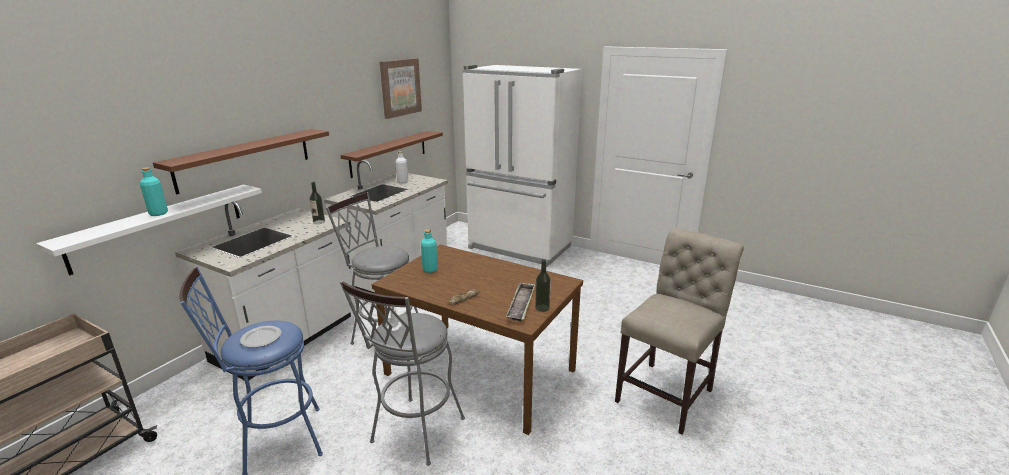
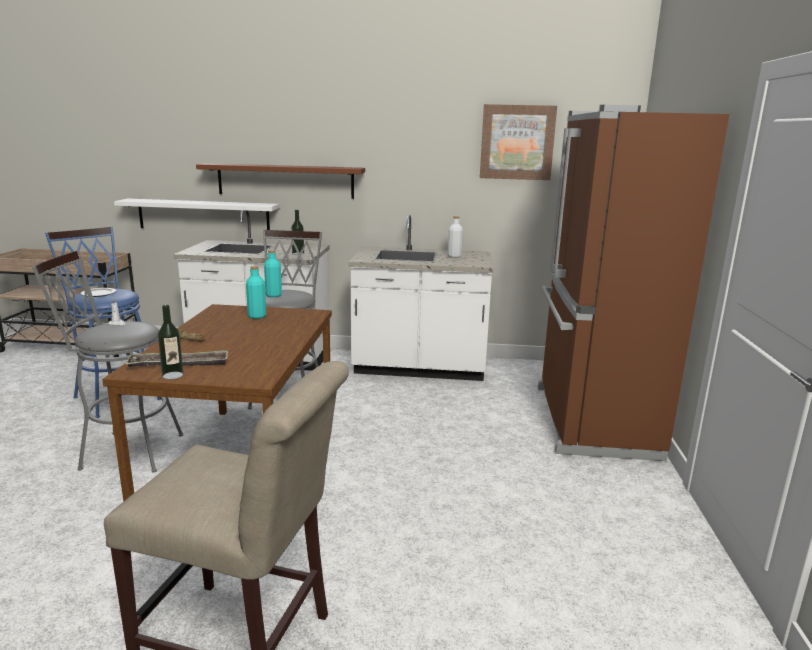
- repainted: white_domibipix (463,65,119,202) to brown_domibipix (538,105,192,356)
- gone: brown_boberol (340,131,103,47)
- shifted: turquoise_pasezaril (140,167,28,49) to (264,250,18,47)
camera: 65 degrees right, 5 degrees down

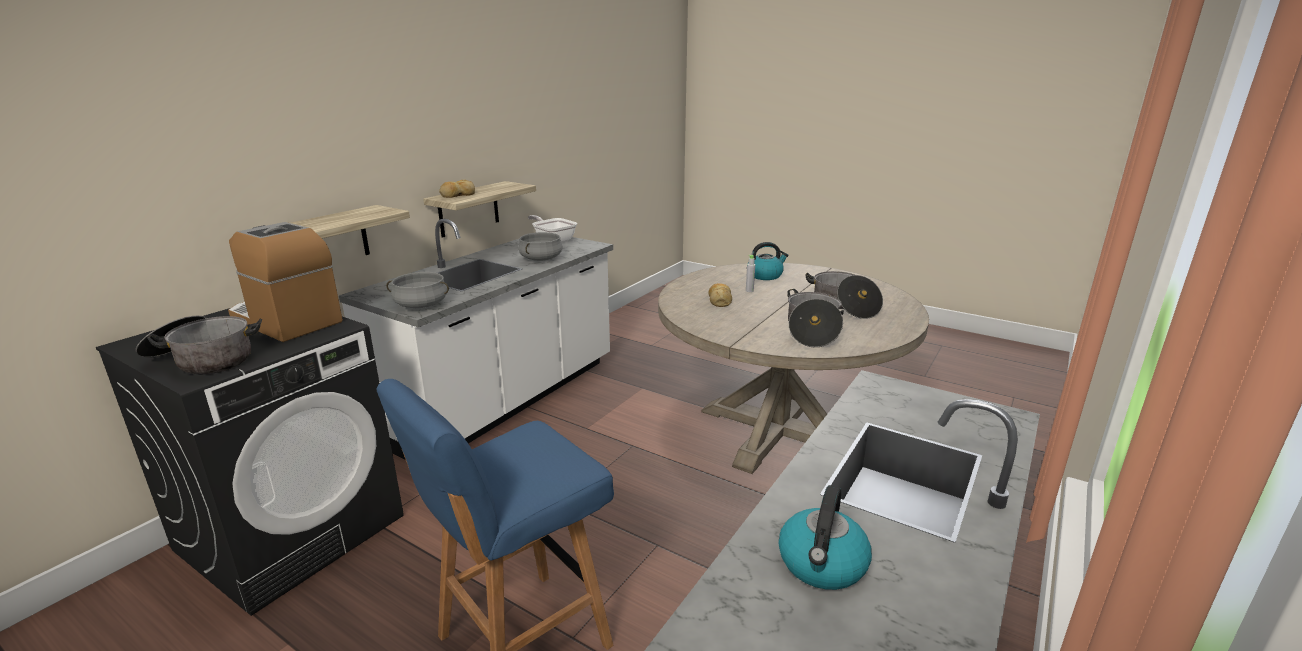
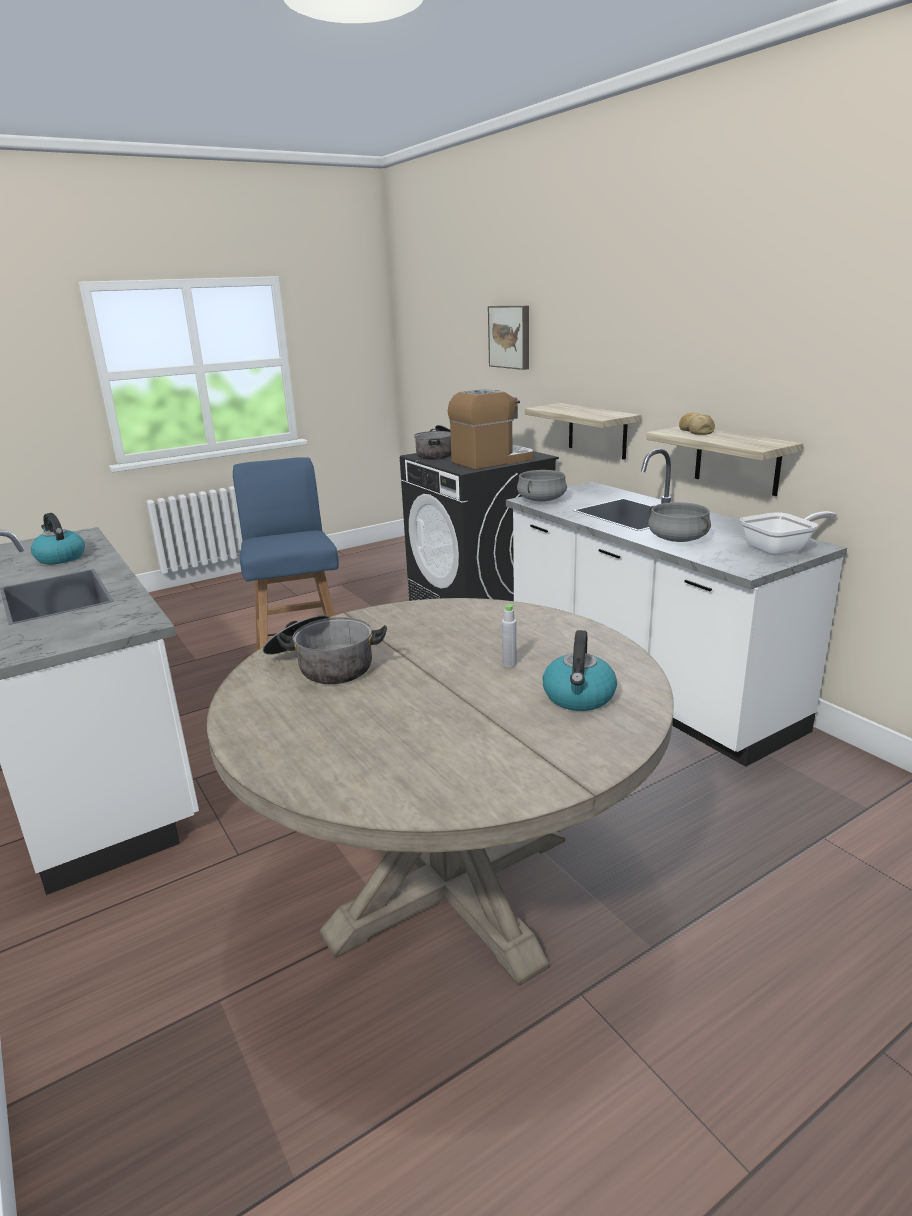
- gone: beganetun (805,271,78,48)
- gone: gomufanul (709,283,23,24)
- new: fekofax (488,306,41,64)
camera: 115 degrees right, 0 degrees up

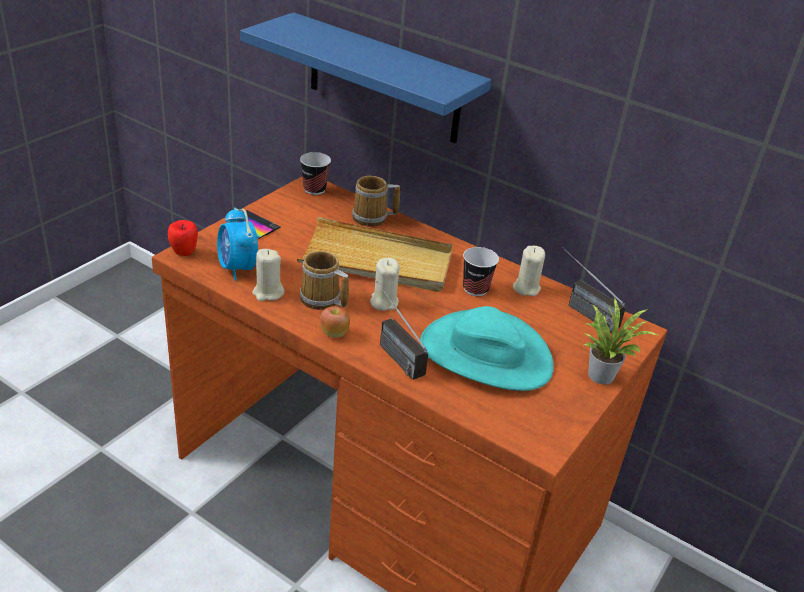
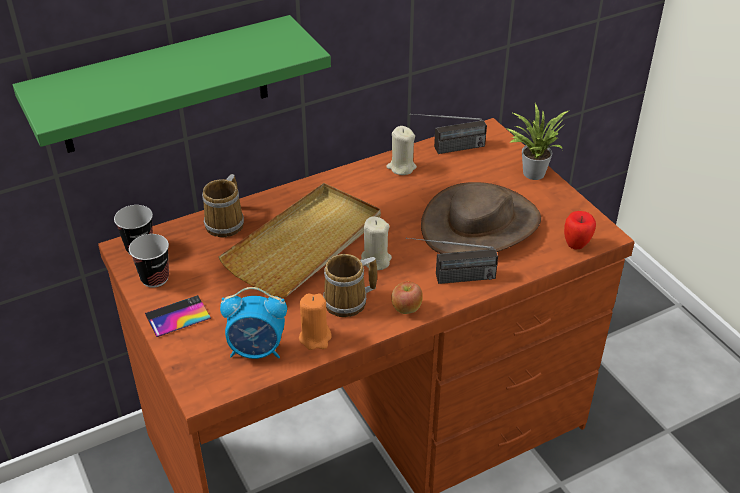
- repainted: blue_boberol (240,12,251,131) to green_boberol (13,15,318,138)
- shifted: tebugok (168,220,30,36) to (564,211,32,39)
- shifted: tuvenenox (463,247,36,49) to (129,234,40,54)
- repainted: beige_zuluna (252,249,32,52) to orange_zuluna (299,293,33,57)
- repainted: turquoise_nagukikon (420,306,134,85) to brown_nagukikon (421,182,120,72)
camera: 60 degrees left, 5 degrees up

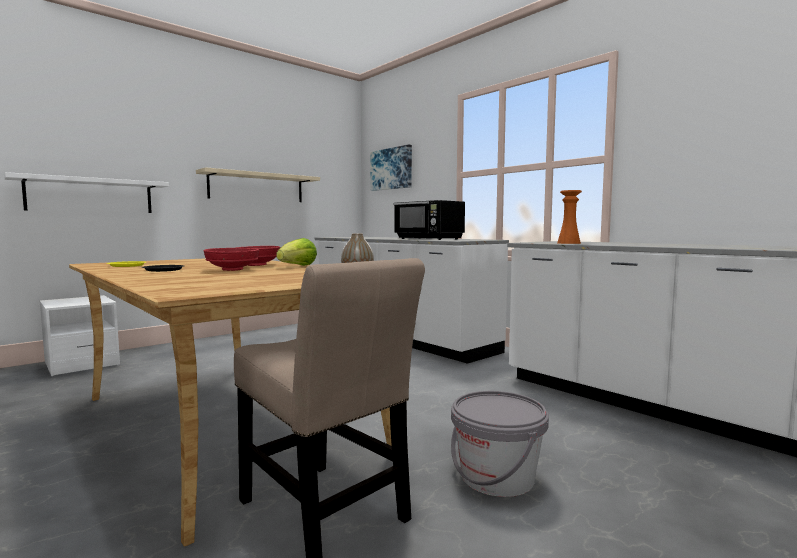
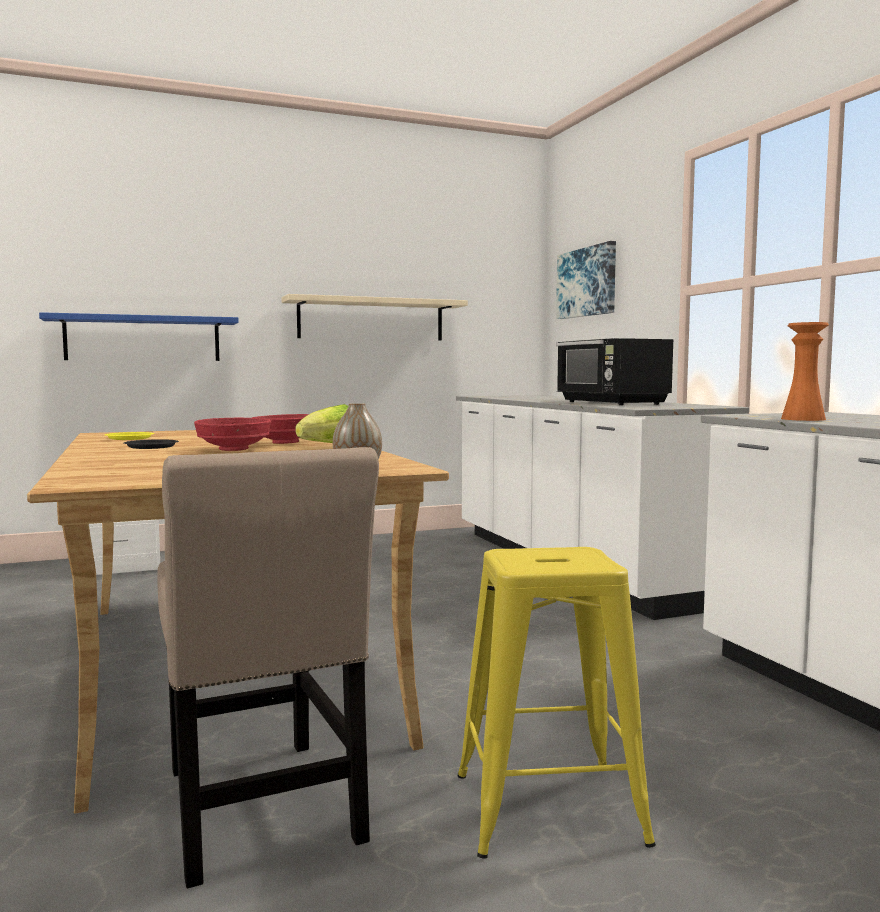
- repainted: white_boberol (4,172,165,41) to blue_boberol (39,312,200,49)
- swapped: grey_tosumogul (451,391,98,106) to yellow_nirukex (457,547,199,311)
camera: 20 degrees right, 0 degrees up

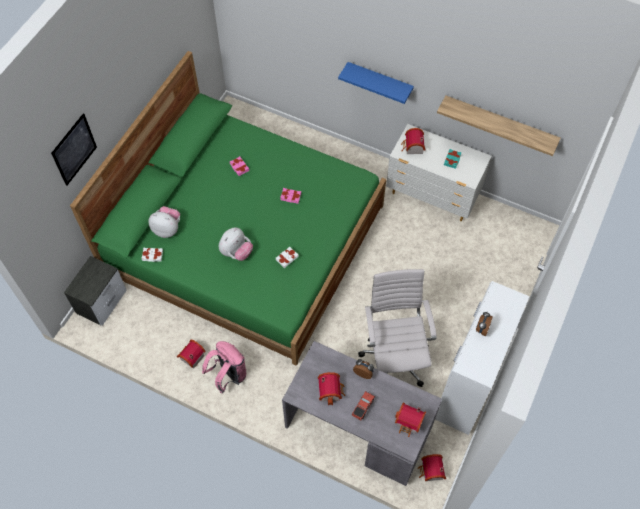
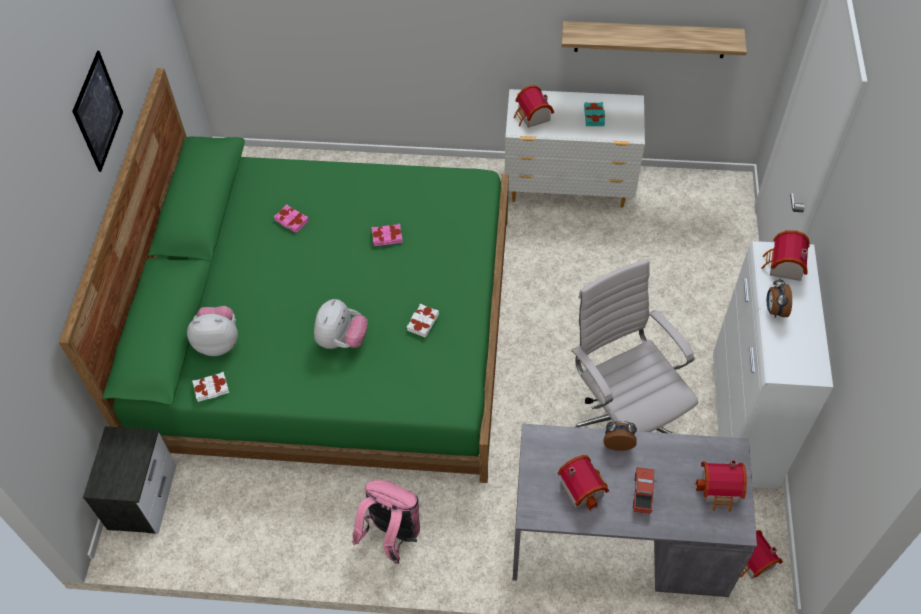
- gone: blue_boberol (338,62,76,42)
- shifted: fekofax (51,114,46,72) to (72,51,51,121)
- shifted: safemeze (177,340,29,29) to (761,230,49,51)
camera: 20 degrees left, 5 degrees down

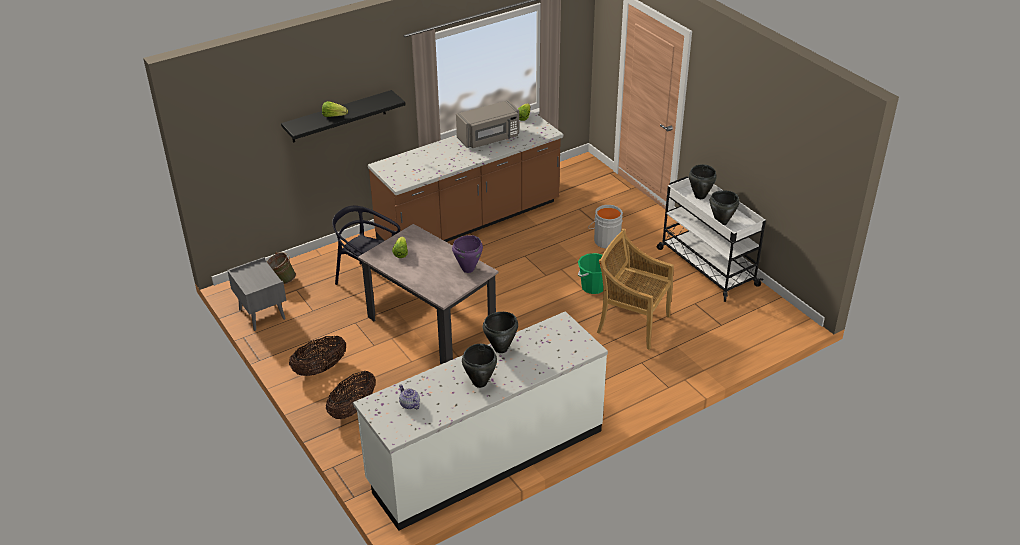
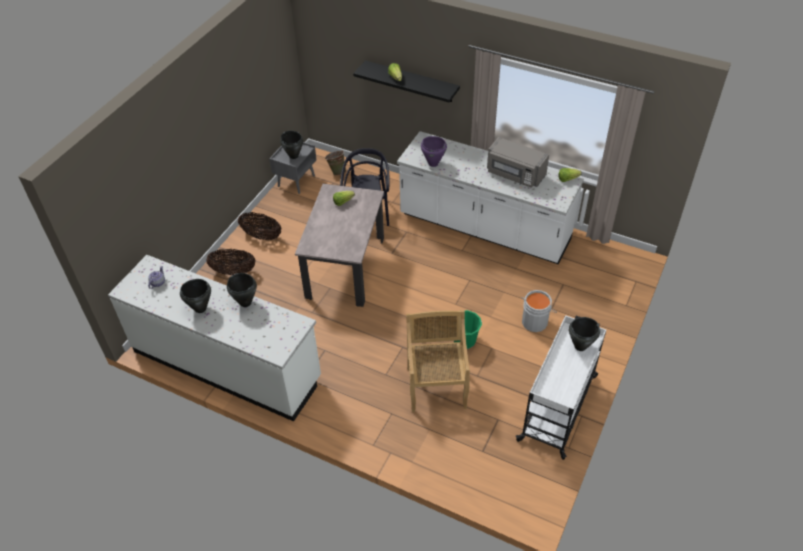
- repainted: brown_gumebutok (368,110,195,132) to white_gumebutok (397,131,187,134)
- shifted: black_beganetun (710,190,29,35) to (280,131,23,28)
- shifted: purple_beganetun (452,235,31,38) to (421,136,26,31)
camera: 60 degrees right, 10 degrees up

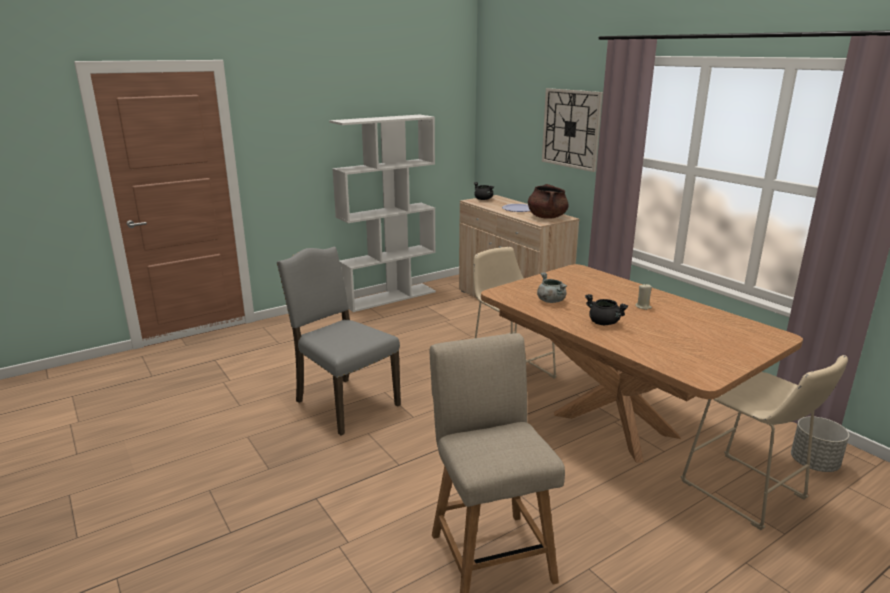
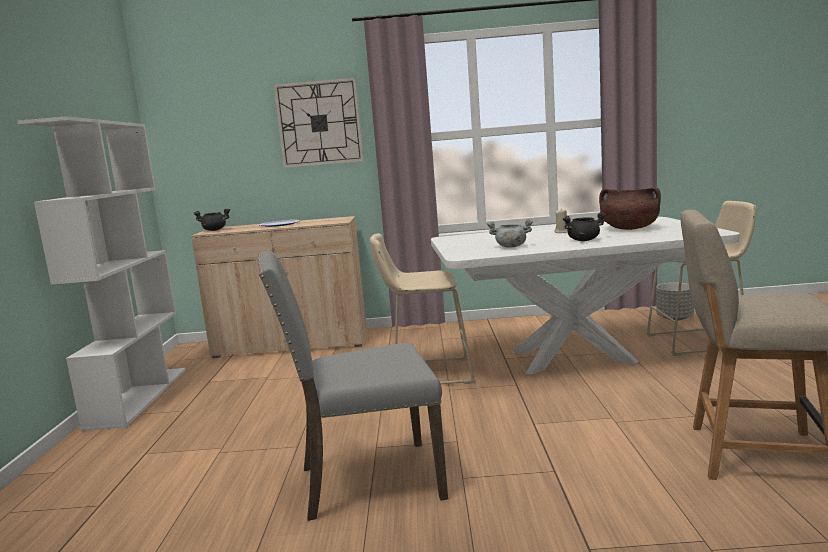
- shifted: brown_beganetun (528,184,41,35) to (599,187,62,43)
- repainted: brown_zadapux (481,264,322,199) to white_zadapux (431,217,309,158)
camera: 55 degrees left, 10 degrees down

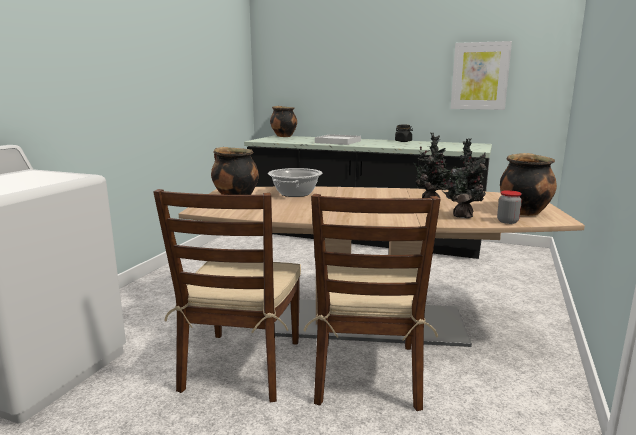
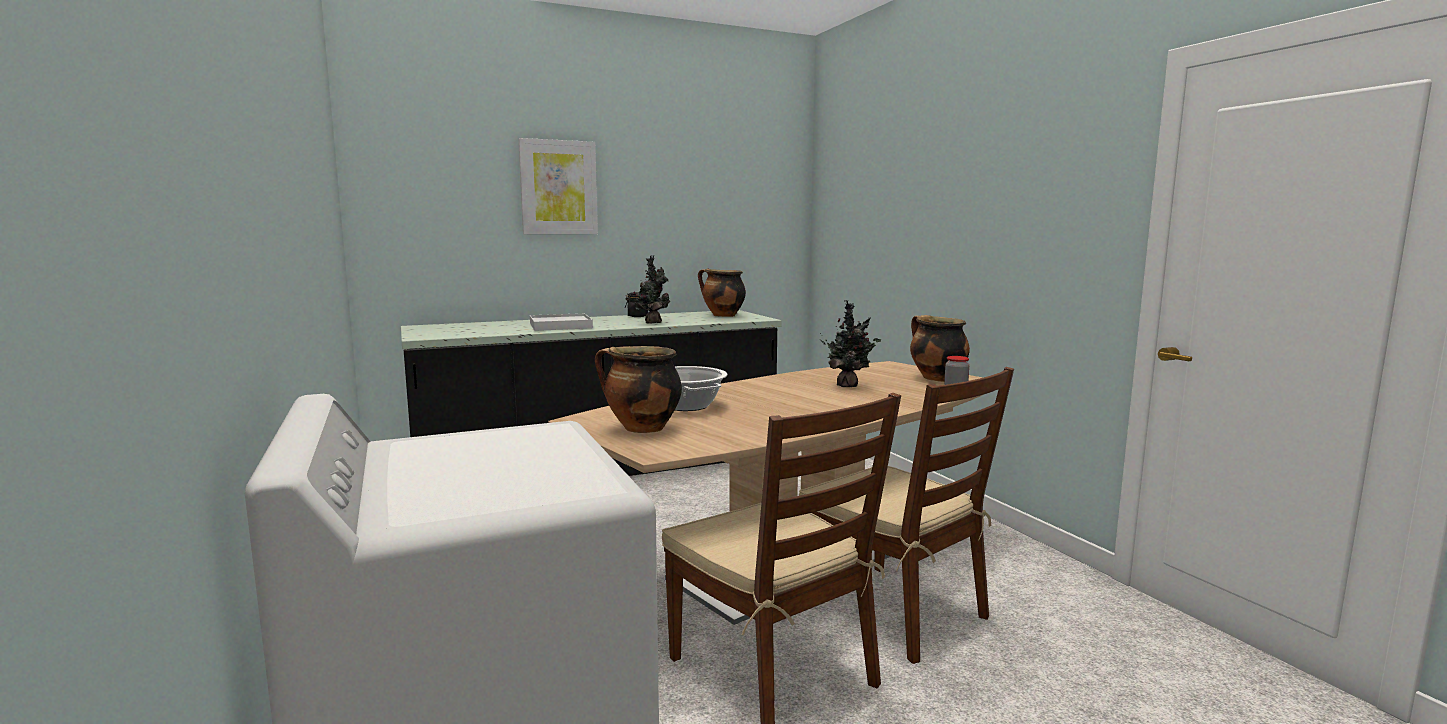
- shifted: fekofax (451,41,61,69) to (519,138,79,96)
- shifted: beganetun (270,106,27,31) to (698,269,48,48)
- shifted: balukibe (443,139,45,79) to (633,255,37,69)
camera: 45 degrees left, 5 degrees down

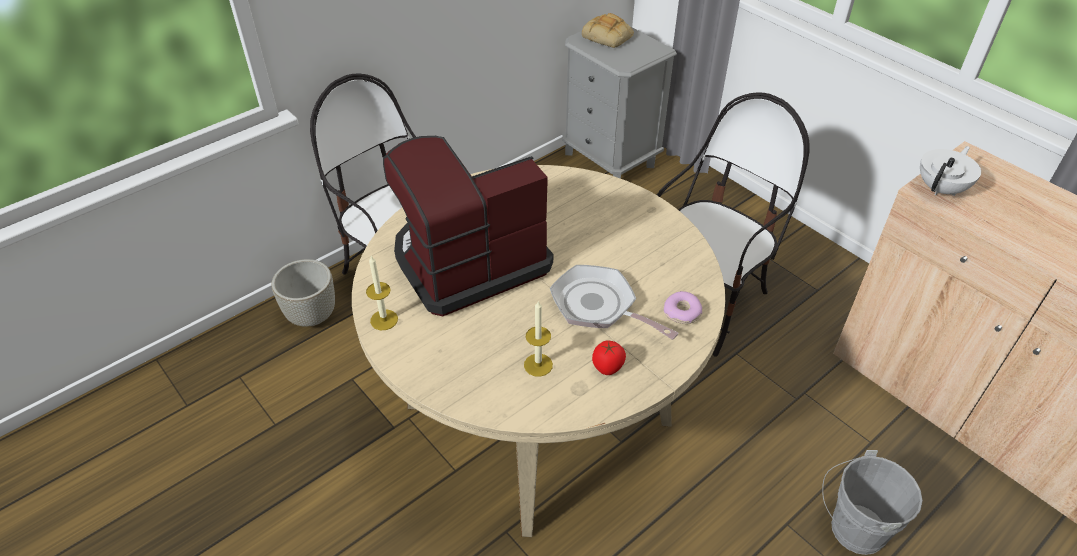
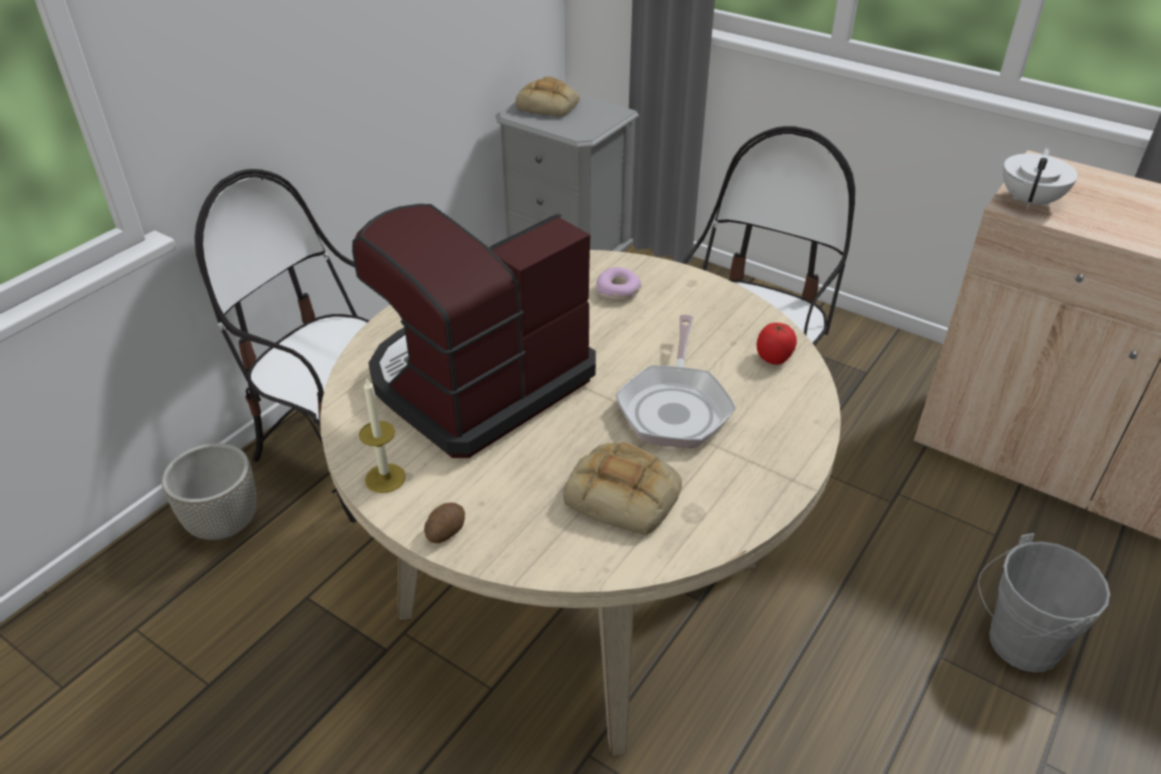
- rotated: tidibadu (550,265,128,75) = (615,315,121,133) 105 degrees counterclockwise
- shifted: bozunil (663,291,39,33) to (596,267,45,34)
- swapped: zuluna (524,300,29,77) to gomufanul (563,442,119,94)
- shifted: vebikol (592,340,34,35) to (757,323,40,42)
- new: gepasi (424,502,41,41)
camera: 15 degrees left, 5 degrees down

